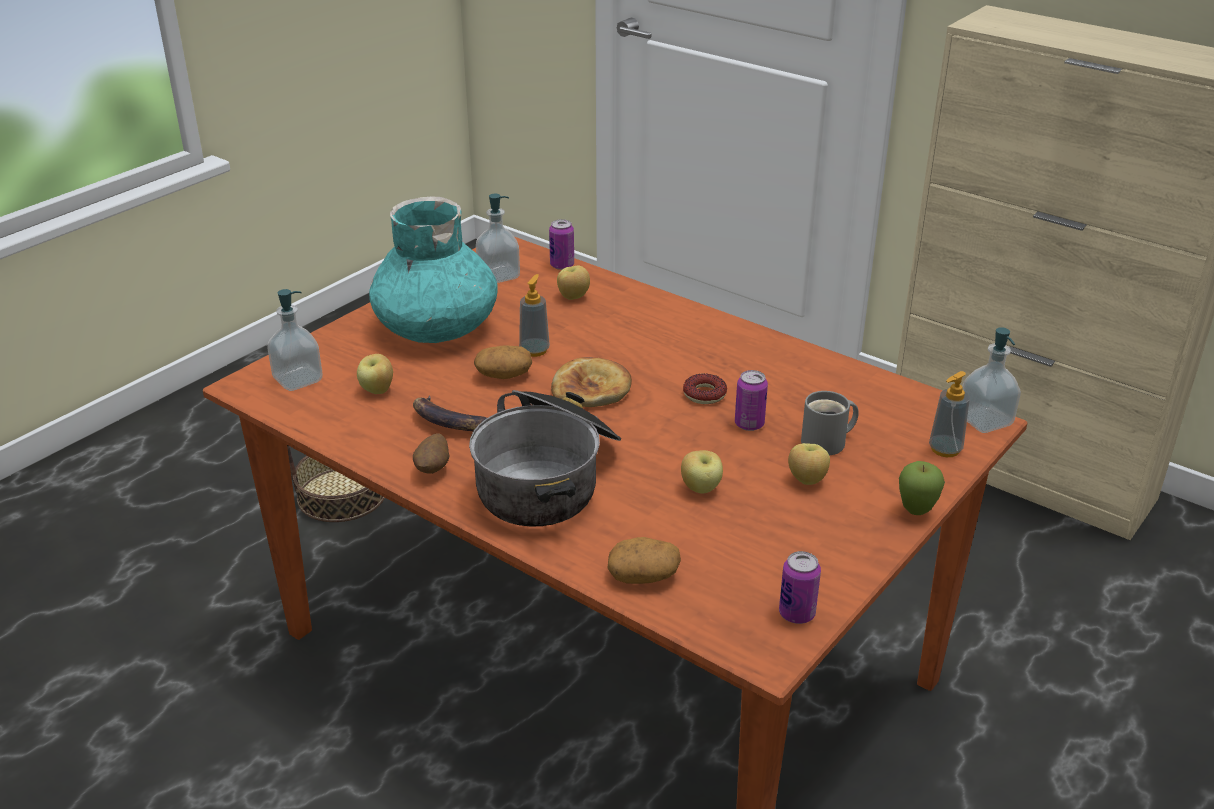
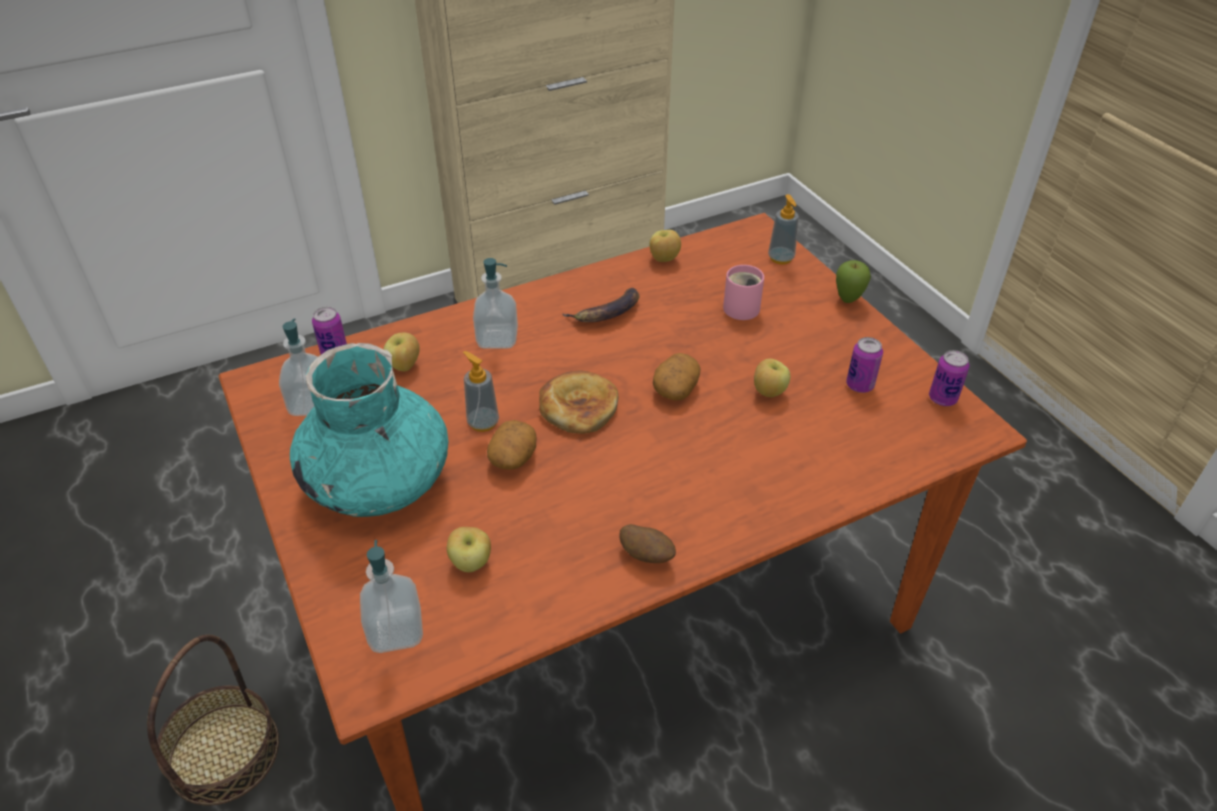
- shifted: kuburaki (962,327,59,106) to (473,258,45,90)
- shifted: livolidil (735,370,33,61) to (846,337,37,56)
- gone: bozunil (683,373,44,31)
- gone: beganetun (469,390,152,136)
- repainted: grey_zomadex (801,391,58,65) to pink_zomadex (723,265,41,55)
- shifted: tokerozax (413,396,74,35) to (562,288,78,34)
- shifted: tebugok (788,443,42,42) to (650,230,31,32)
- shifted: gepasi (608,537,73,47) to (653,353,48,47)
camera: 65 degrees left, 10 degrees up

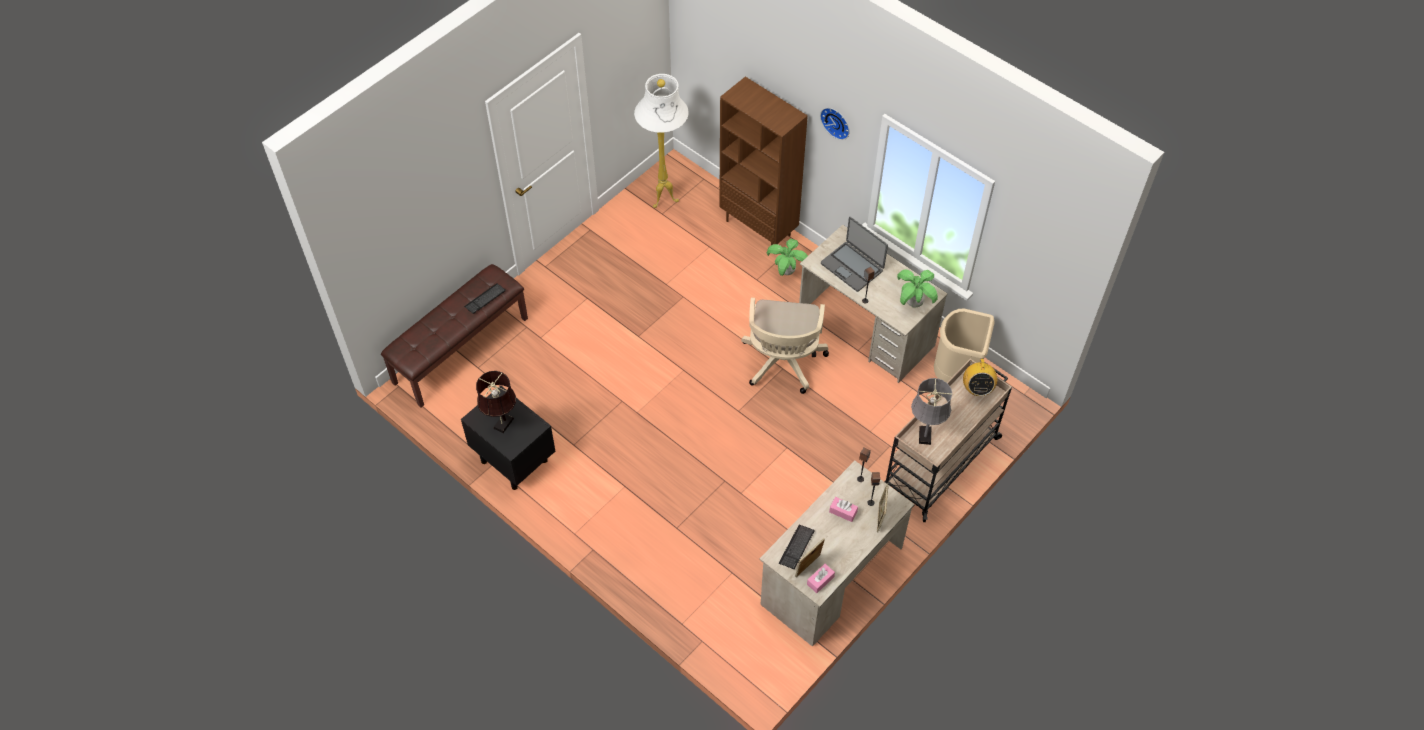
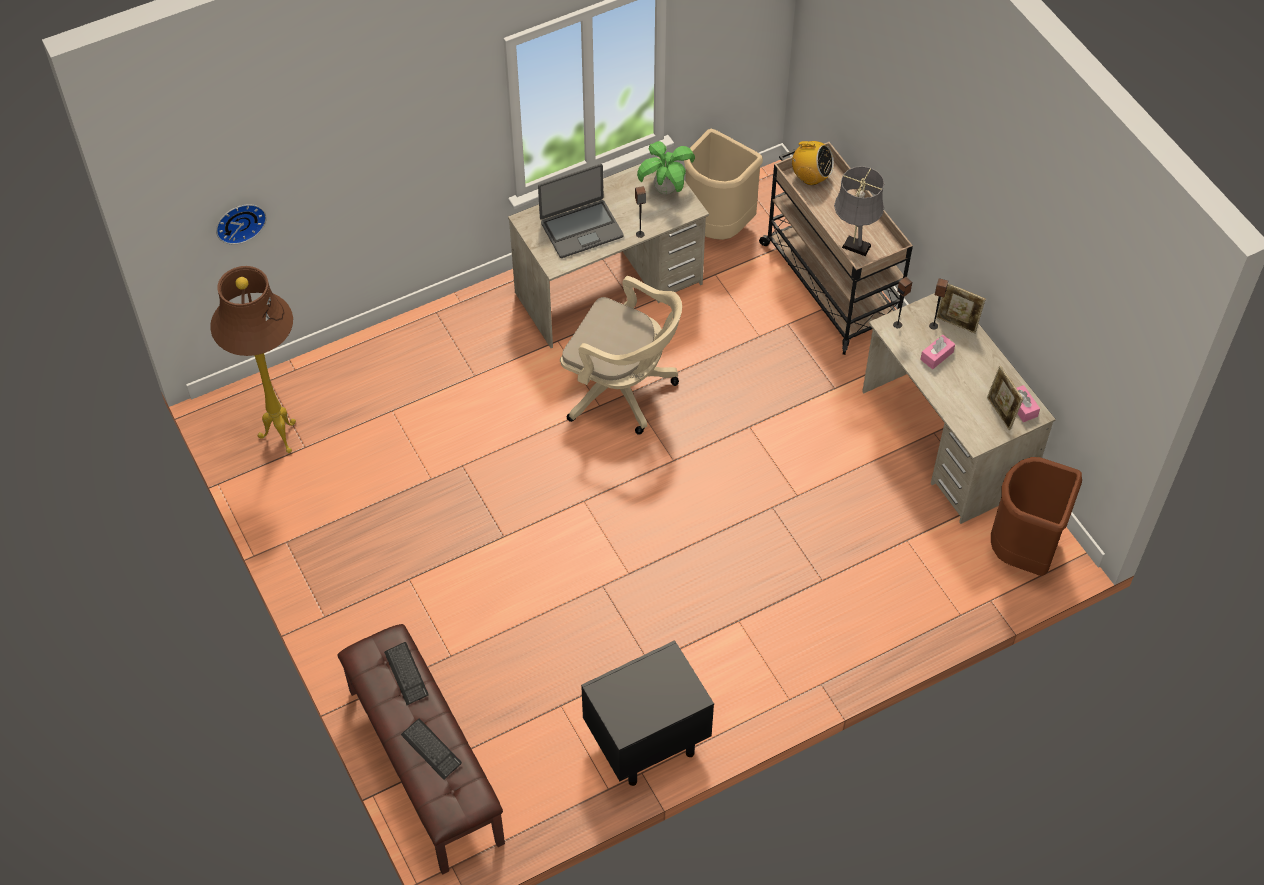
- repainted: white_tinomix (634,74,54,134) to brown_tinomix (210,266,86,187)
- gone: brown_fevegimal (719,77,89,168)
- shifted: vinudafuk (820,108,30,32) to (216,204,50,40)
- gone: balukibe (767,239,41,37)
- gone: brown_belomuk (476,371,40,62)
- shifted: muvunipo (778,525,37,44) to (401,719,61,61)
- new: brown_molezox (991,457,91,119)
camera: 70 degrees left, 0 degrees up

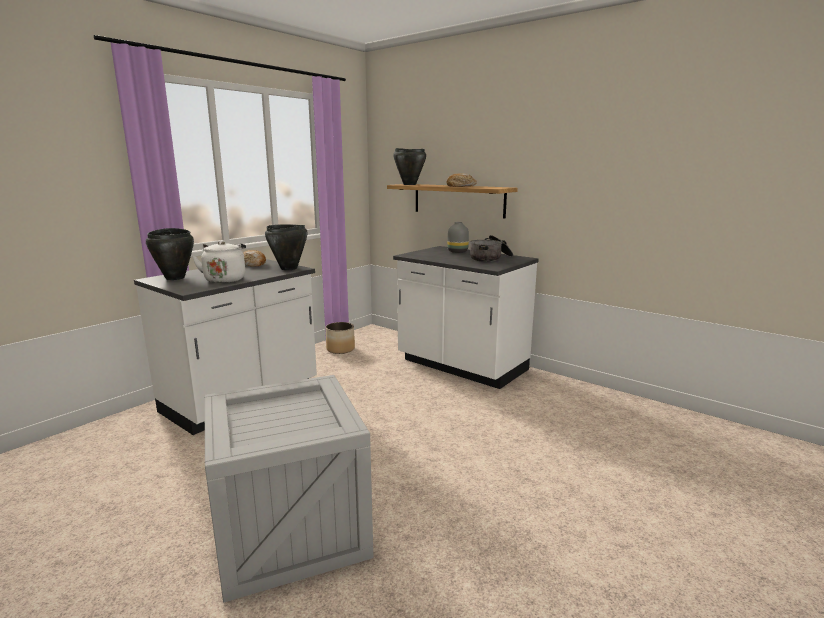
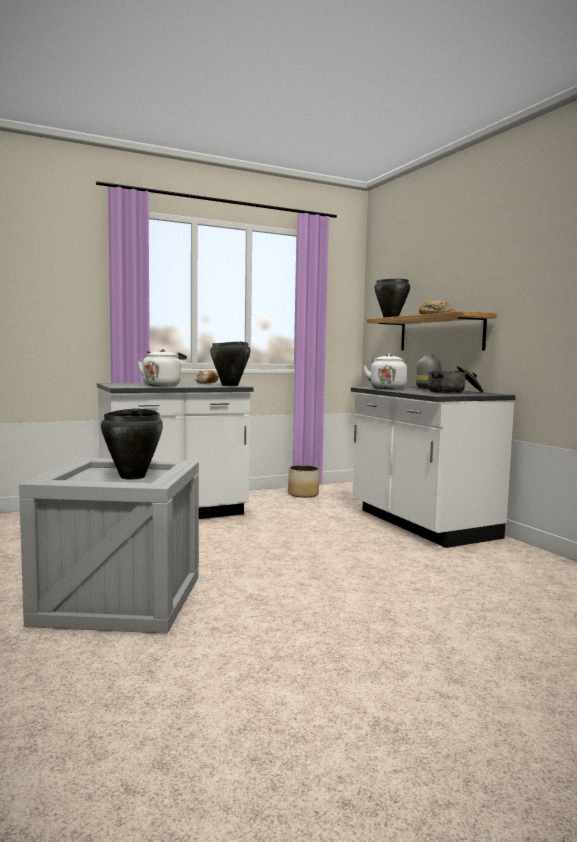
- shifted: black_beganetun (146,228,48,52) to (101,408,62,72)
- new: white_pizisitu (363,353,44,36)
camera: 25 degrees right, 10 degrees down

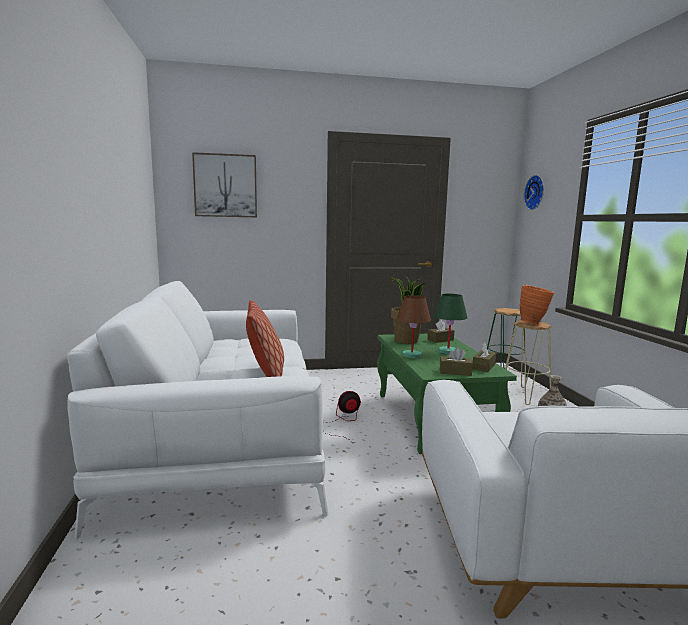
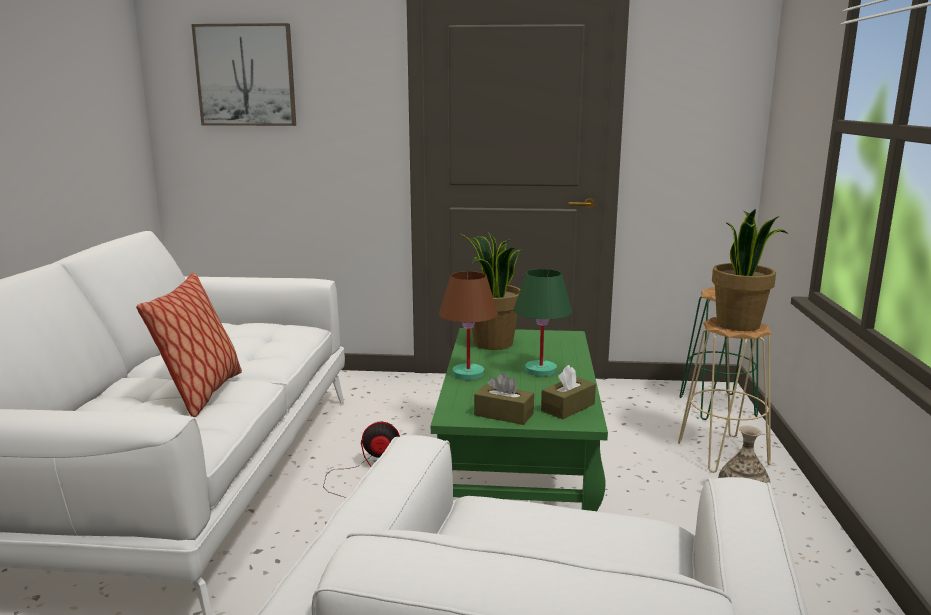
- gone: vinudafuk (524,175,20,35)
- swapped: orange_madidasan (520,285,34,40) to balukibe (712,209,76,122)
- gone: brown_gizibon (427,320,27,23)
camera: 15 degrees right, 5 degrees up

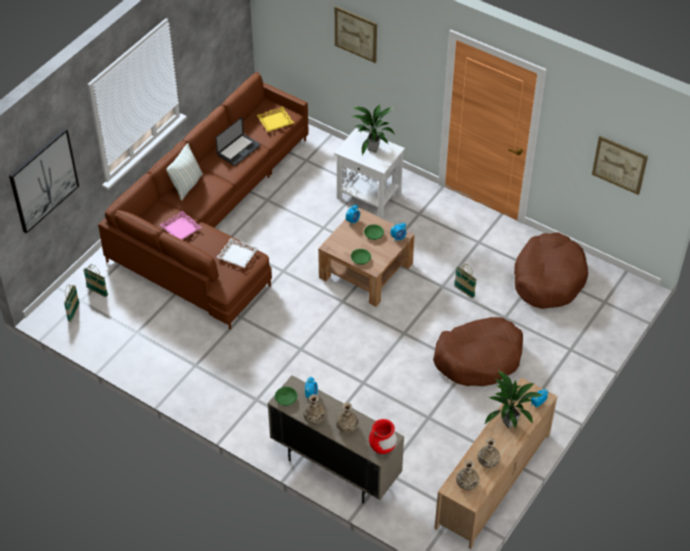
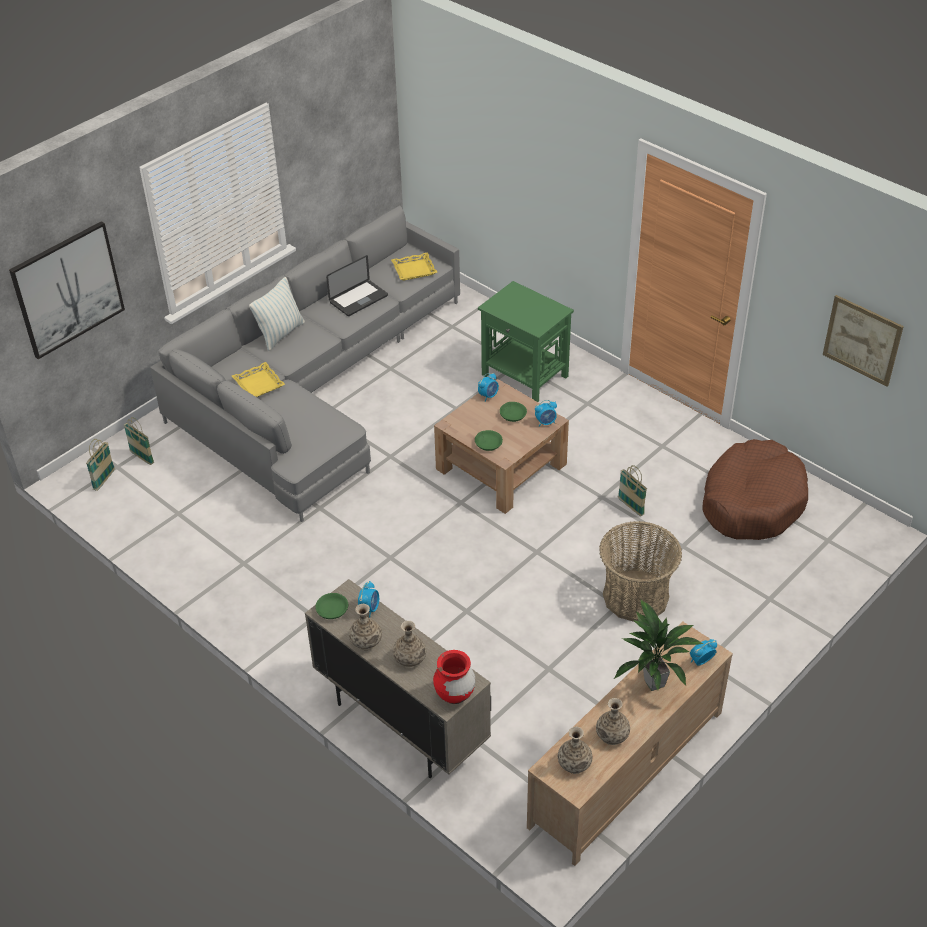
- gone: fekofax (335,6,42,57)
- repainted: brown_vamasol (98,72,211,258) to grey_vamasol (150,205,310,317)
- gone: balukibe (353,105,42,50)
- repainted: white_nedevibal (334,128,71,90) to green_nedevibal (478,281,96,121)
- repainted: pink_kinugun (160,211,42,29) to yellow_kinugun (232,362,53,35)
- gone: white_kinugun (216,238,42,30)
- swapped: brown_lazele (433,317,90,69) to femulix (599,521,83,101)
camera: 10 degrees right, 5 degrees down

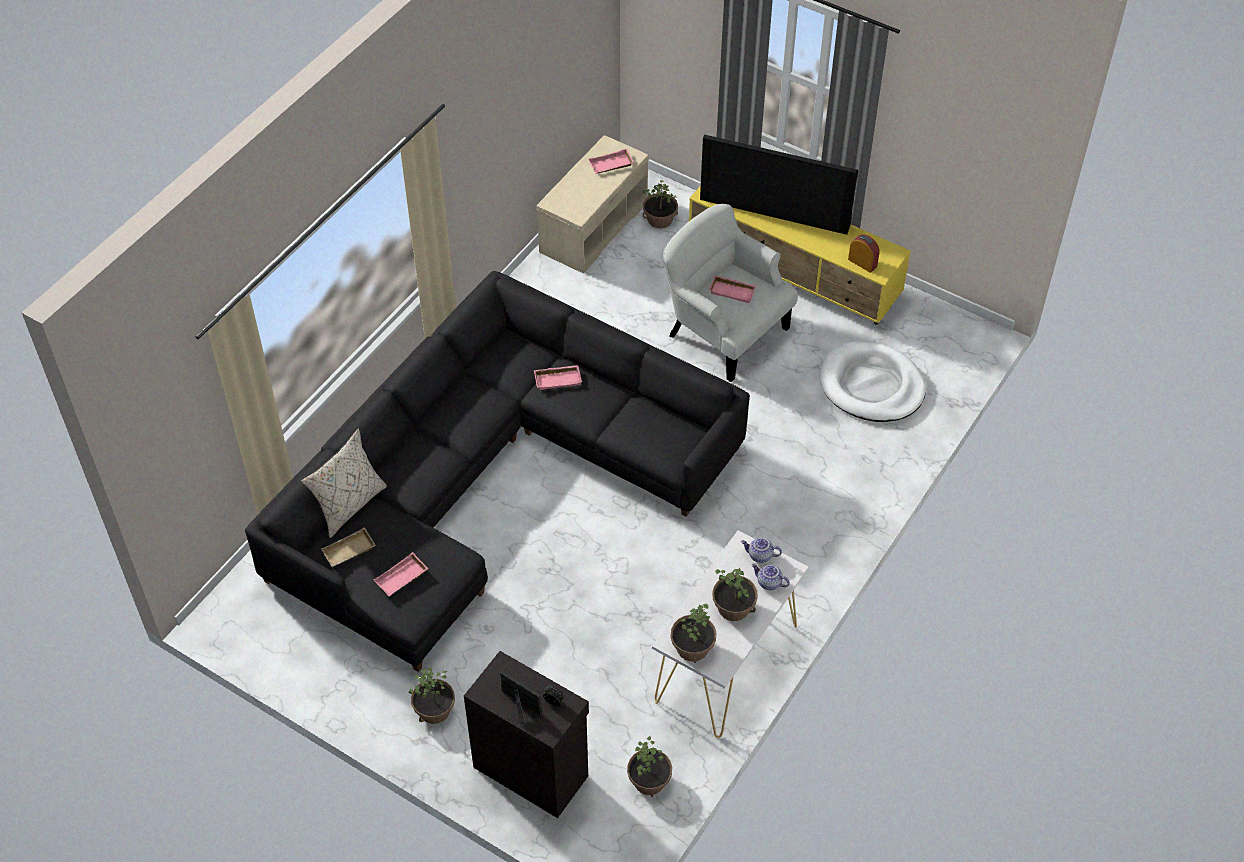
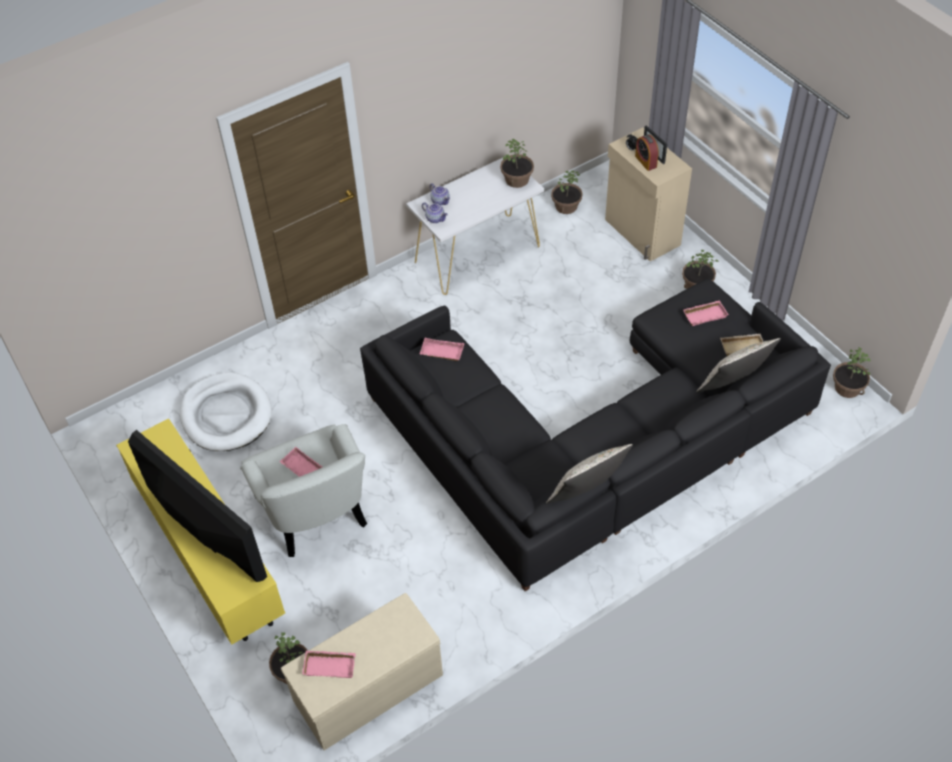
- shifted: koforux (848,234,32,39) to (635,135,24,36)
- shifted: pink_kinugun (534,365,48,25) to (420,338,44,23)
- shifted: balukibe (712,568,46,53) to (833,348,38,50)
- repainted: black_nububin (464,651,125,167) to beige_nububin (605,128,87,133)
- new: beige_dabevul (546,444,87,60)
camera: 155 degrees left, 0 degrees up

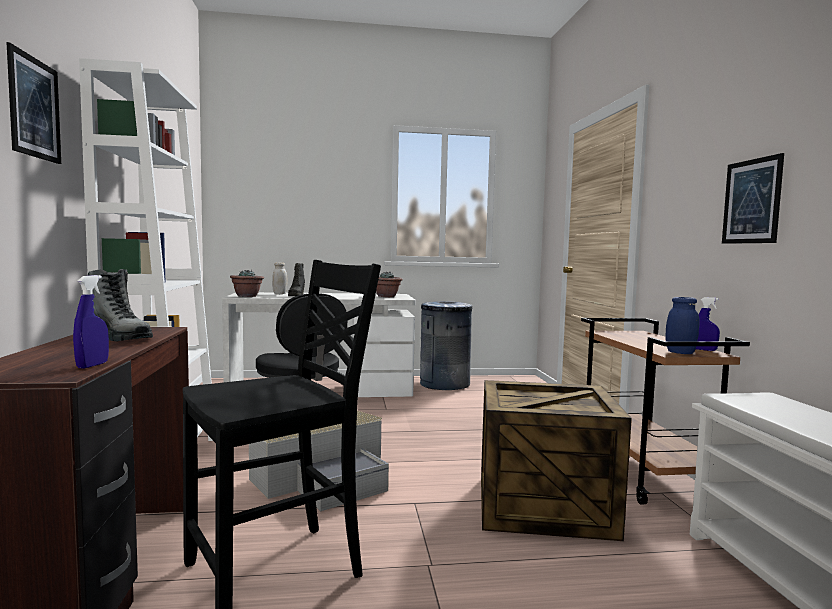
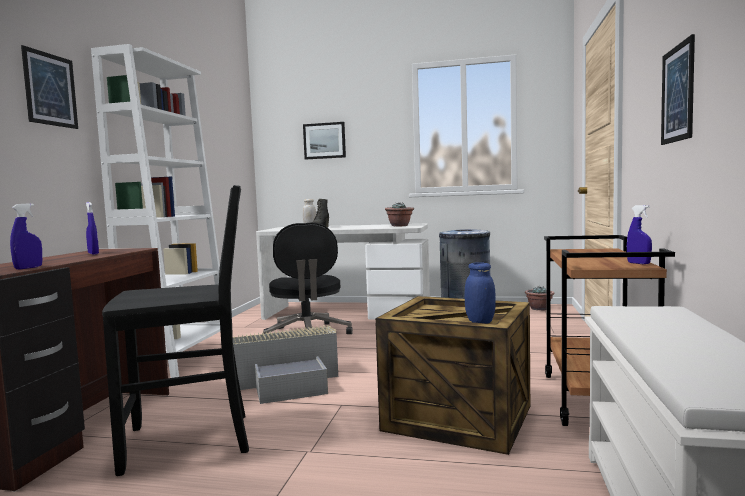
- swapped: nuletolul (88,269,65,73) to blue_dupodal (86,202,13,53)
- shifted: balukibe (230,270,34,27) to (525,286,29,24)
- shifted: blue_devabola (665,297,35,57) to (464,262,32,61)
- new: fekofax (303,122,43,37)
camera: 20 degrees right, 0 degrees up

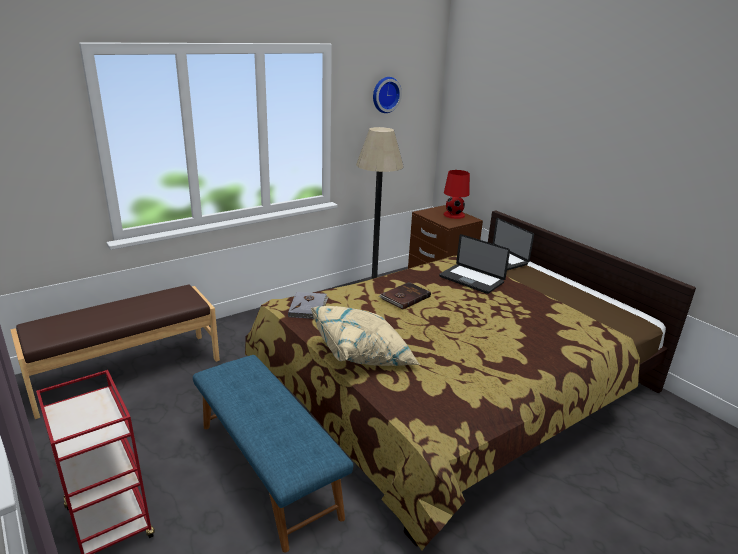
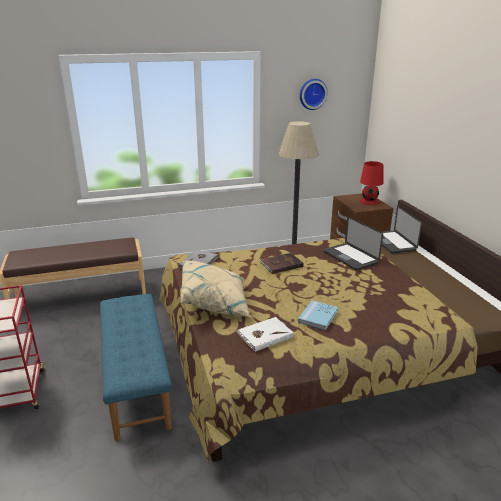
- new: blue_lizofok (298,301,40,29)
- new: white_lizofok (236,317,58,35)
camera: 20 degrees right, 0 degrees up

